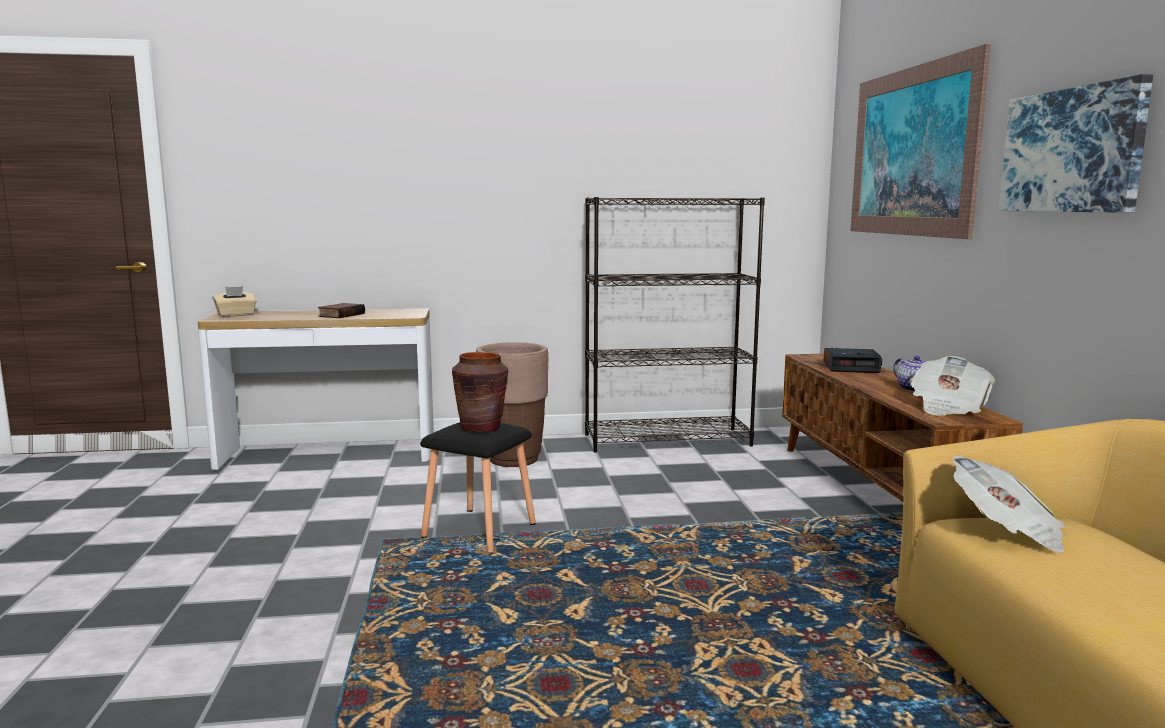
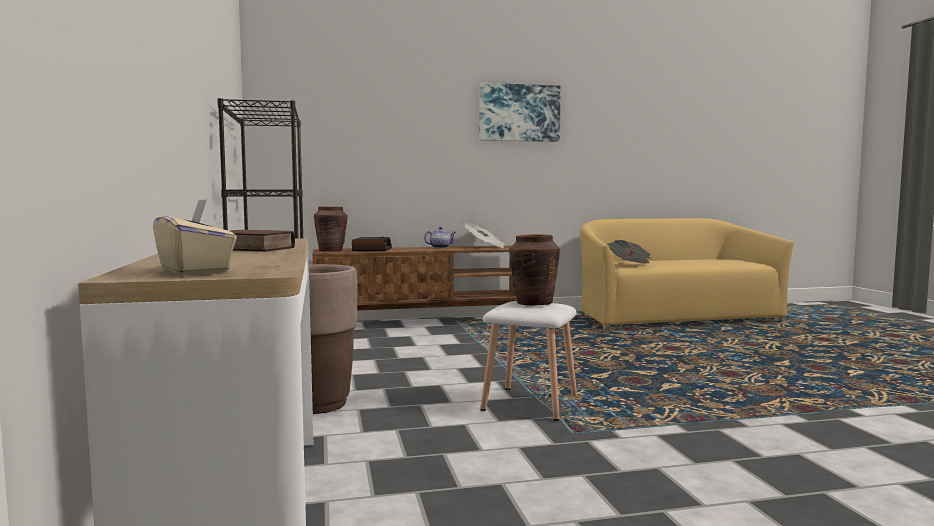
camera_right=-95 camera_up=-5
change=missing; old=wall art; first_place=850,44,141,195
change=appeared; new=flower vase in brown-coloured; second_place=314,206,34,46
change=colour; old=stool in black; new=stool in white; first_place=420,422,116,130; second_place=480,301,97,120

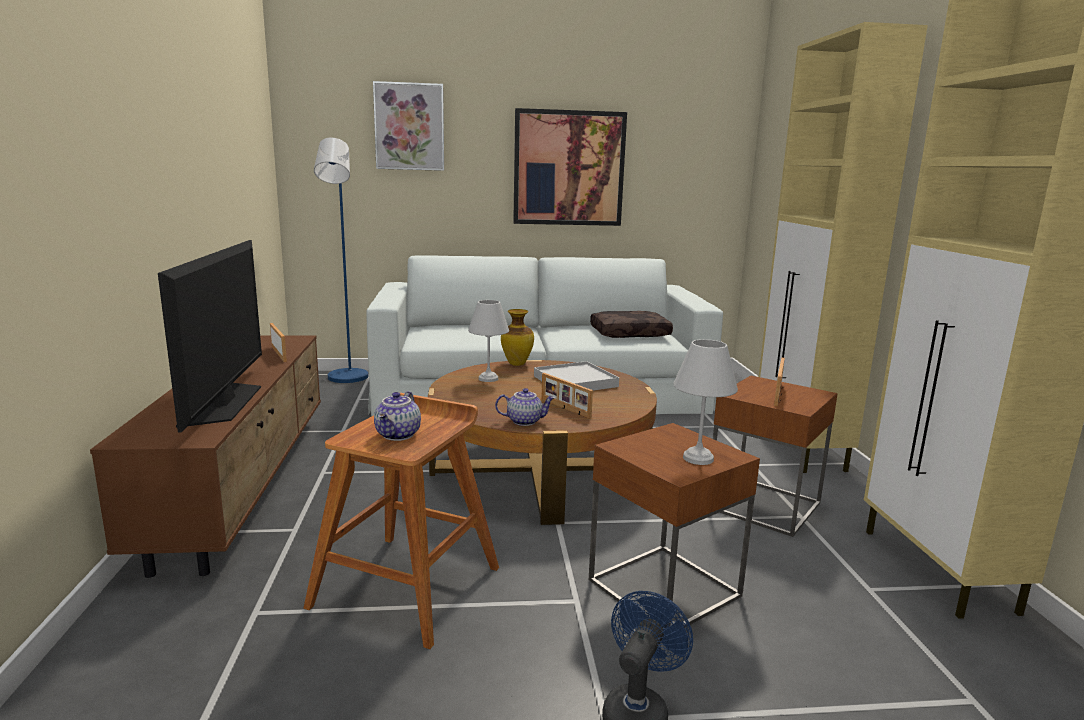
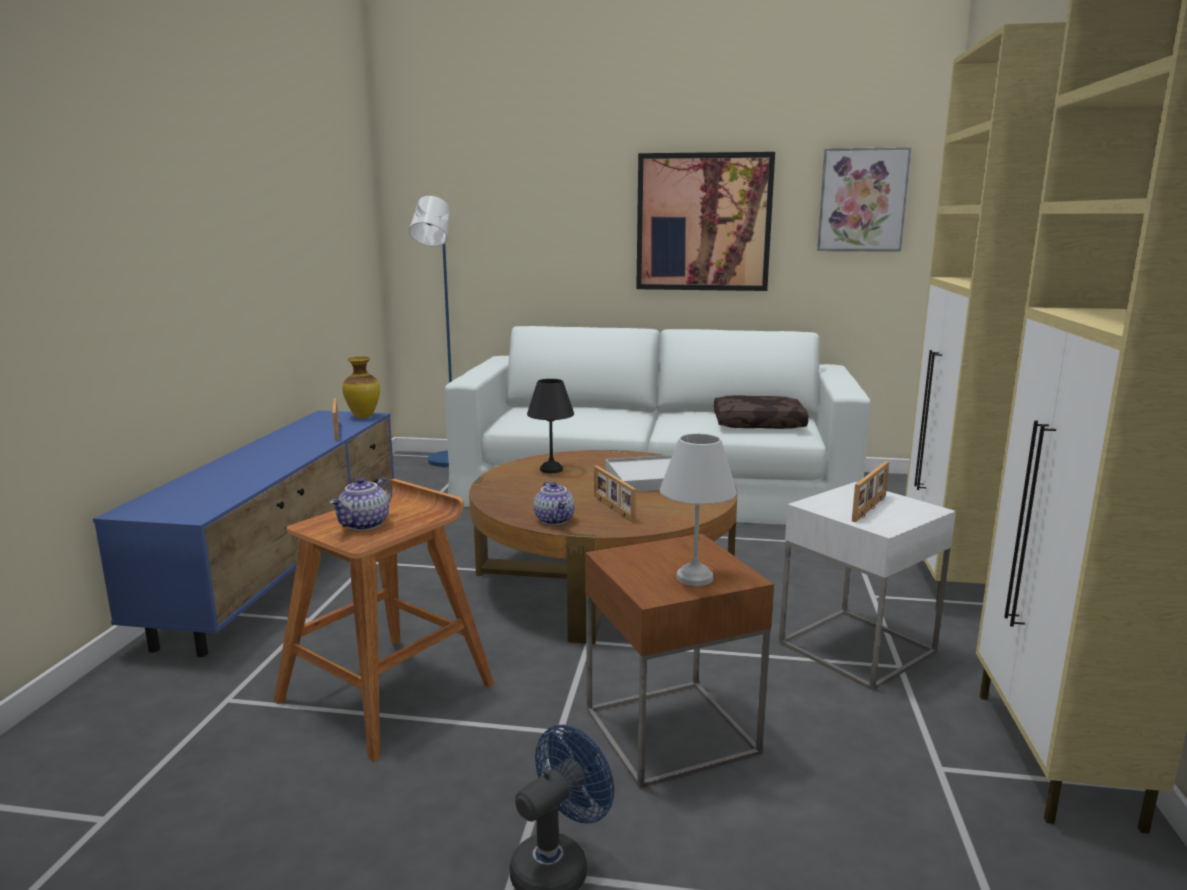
camera_right=15 camera_up=0
change=missing; old=television; first_place=158,240,104,192
change=relocated; old=wall art; first_place=373,81,71,90; second_place=817,147,95,105
change=relocated; old=flower vase; first_place=501,309,33,57; second_place=342,357,38,61
change=colour; old=media console in brown-coloured; new=media console in blue-coloured; first_place=90,335,231,243; second_place=93,410,301,247
change=colour; old=table lamp in white; new=table lamp in black; first_place=468,300,41,82; second_place=527,379,47,94
change=colour; old=accent table in brown-coloured; new=accent table in white; first_place=713,375,125,162; second_place=779,482,177,208
change=spun; old=tea pot; first_place=495,388,60,38; second_place=534,481,41,44; degrees=60

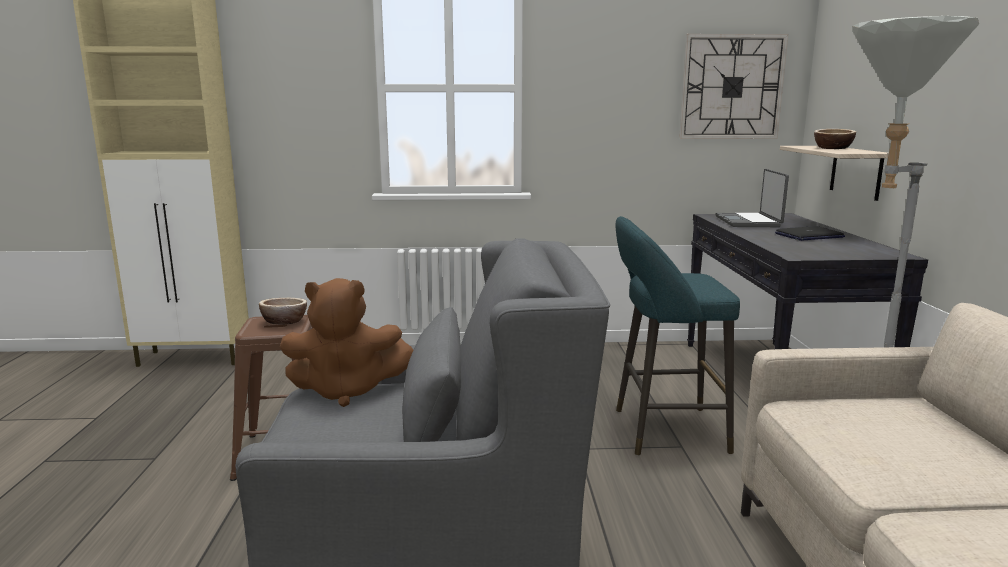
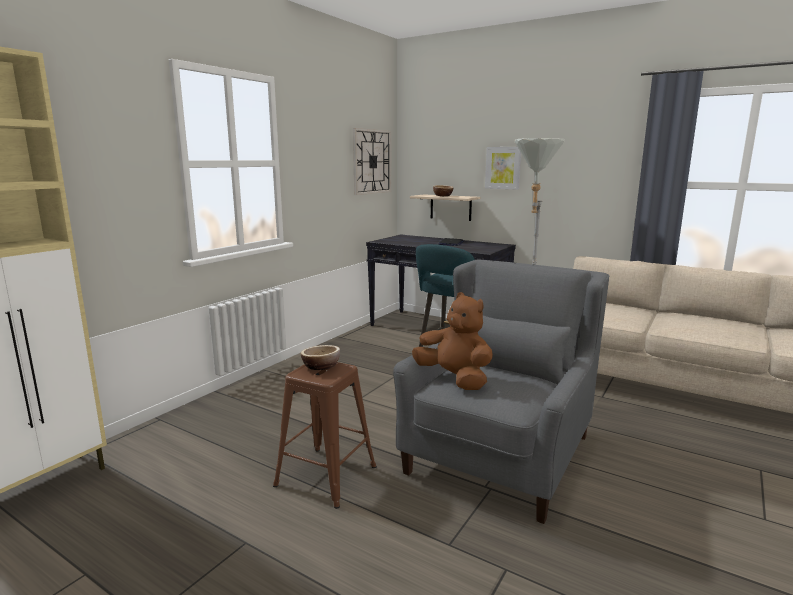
camera_right=-55 camera_up=0
change=missing; old=portable computer; first_place=715,169,74,58
change=appeared; new=wall art; second_place=485,147,36,43
change=spun; old=soft toy in brown-coloured; first_place=280,278,133,129; second_place=412,292,81,98; degrees=-75

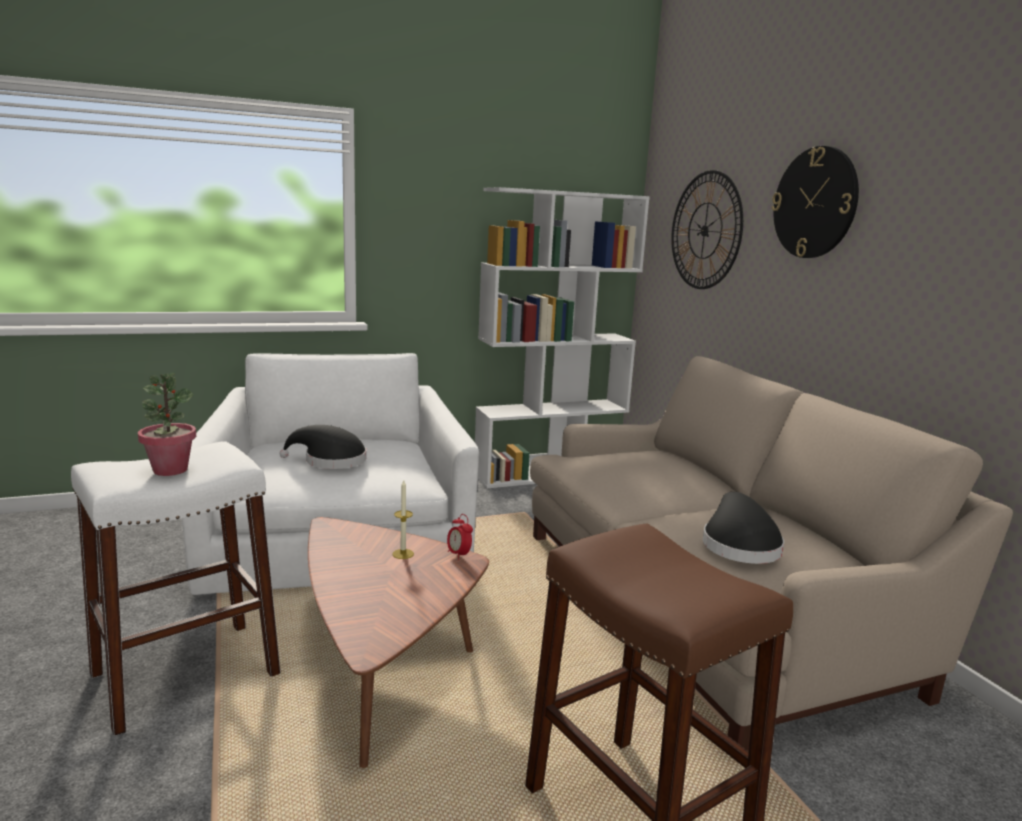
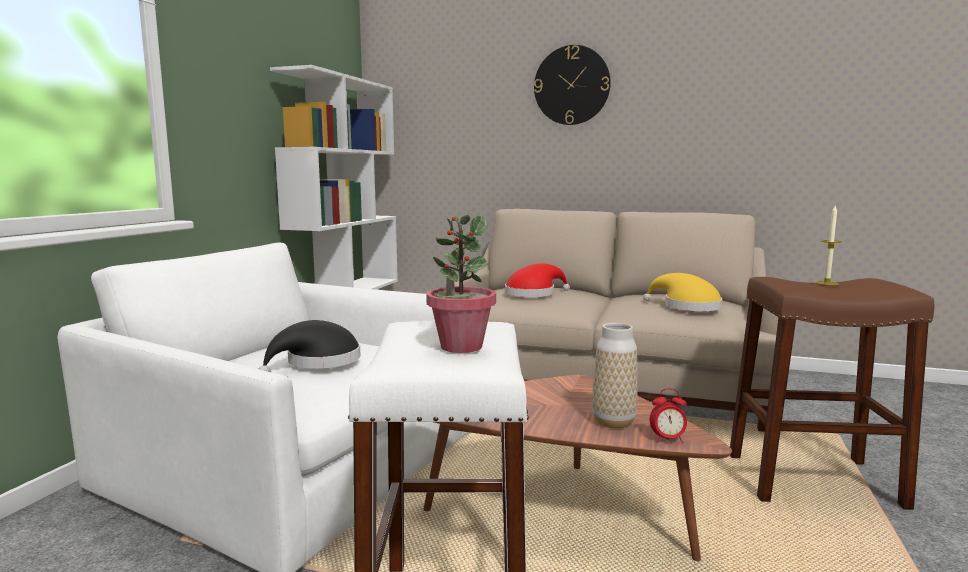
camera_right=-50 camera_up=-5
change=missing; old=clock on the wall; first_place=671,170,72,119
change=appeared; new=hat in red; second_place=505,263,65,34
change=appeared; new=flower vase; second_place=592,323,46,105
change=relocated; old=wax light; first_place=392,480,22,79; second_place=815,206,27,79
change=relocated; old=bedside clock; first_place=447,514,26,46; second_place=650,388,37,55
change=colour; old=hat in black; new=hat in yellow; first_place=703,492,81,72; second_place=643,273,80,38

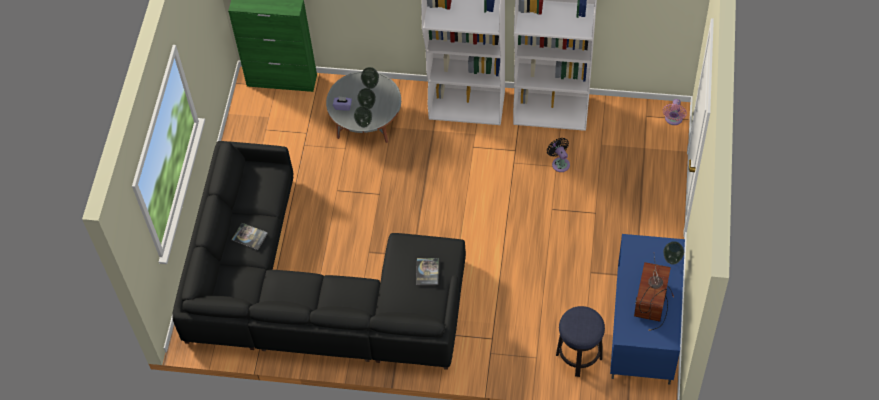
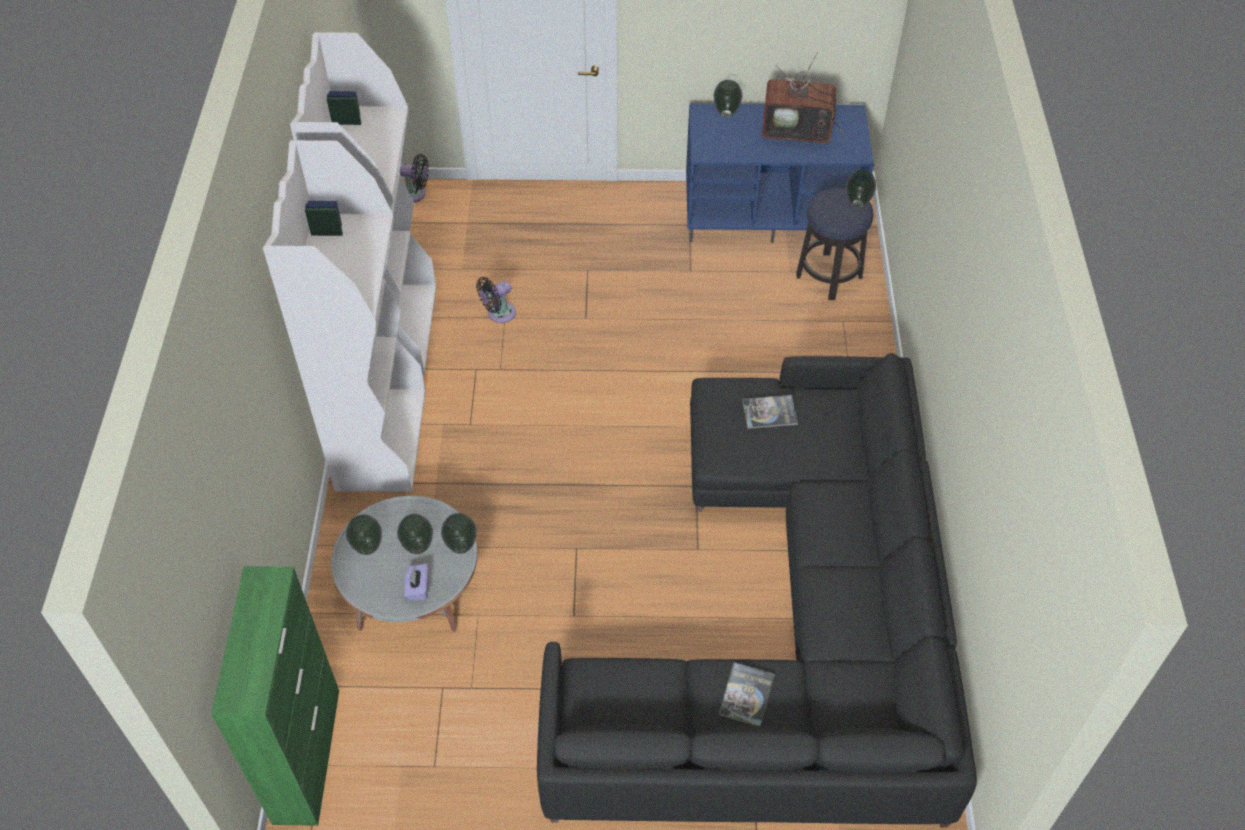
camera_right=-100 camera_up=-5
change=appeared; new=flower vase; second_place=846,170,30,38
change=colour; old=fan in pink-coloured; new=fan in black; first_place=663,99,24,26; second_place=400,154,28,49

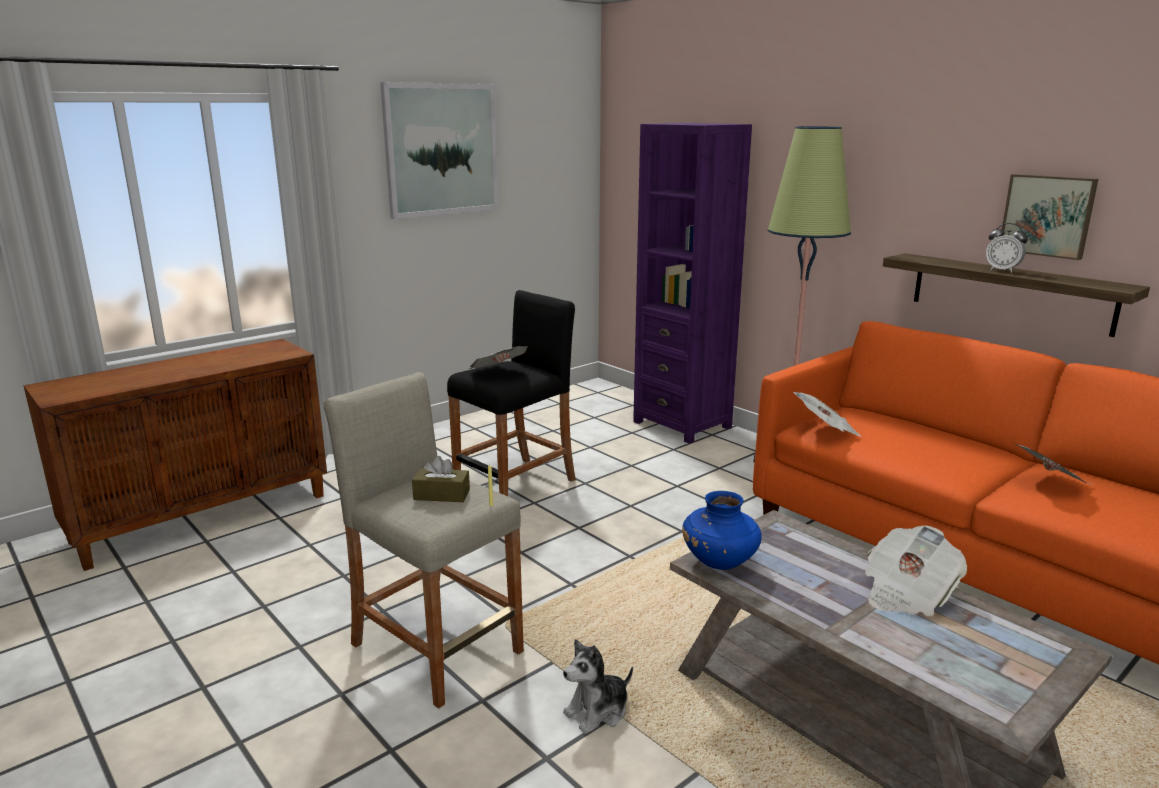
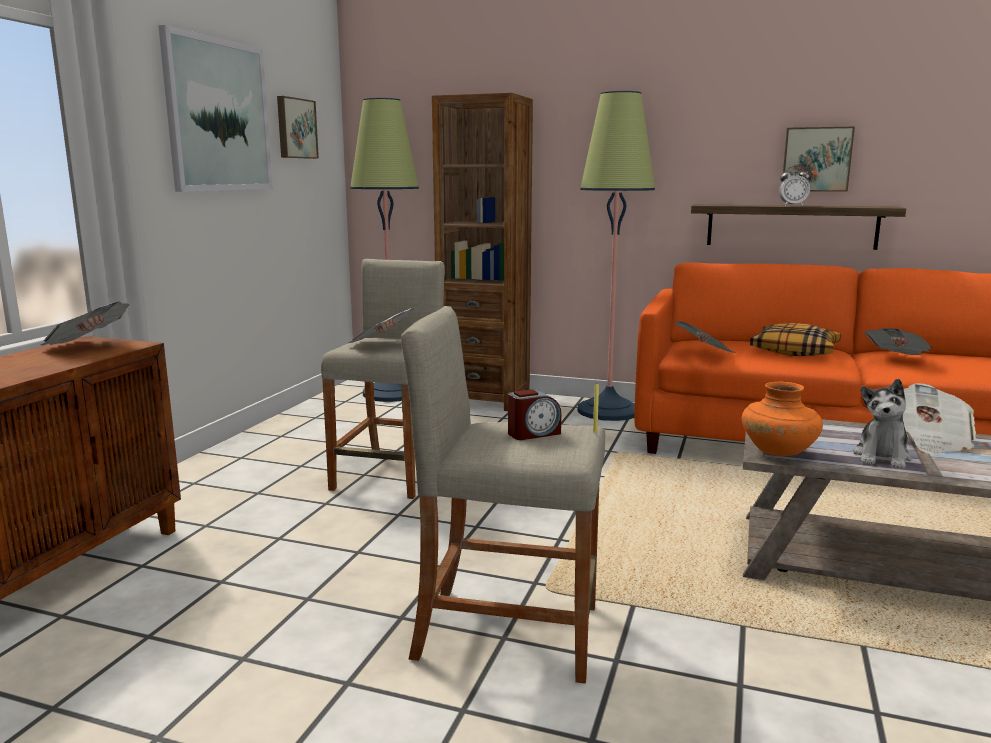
camera_right=-30 camera_up=-5
change=appeared; new=newspaper; second_place=41,302,88,44
change=appeared; new=wall art; second_place=277,96,42,63
change=appeared; new=standard lamp; second_place=350,98,69,304
change=appeared; new=cushion; second_place=750,323,91,33
change=relocated; old=soft toy; first_place=563,639,70,95; second_place=853,379,59,90
change=exchanged; old=tissue box in brown-coloured; new=bedside clock; first_place=412,456,58,46; second_place=508,389,53,51
change=colour; old=stool in black; new=stool in beige; first_place=447,290,129,206; second_place=321,259,124,240
change=colour; old=shelving unit in purple-coloured; new=shelving unit in brown-coloured; first_place=633,123,119,321; second_place=432,93,101,318
change=colour; old=flower vase in blue-coloured; new=flower vase in orangey; first_place=682,491,80,79; second_place=742,382,81,74

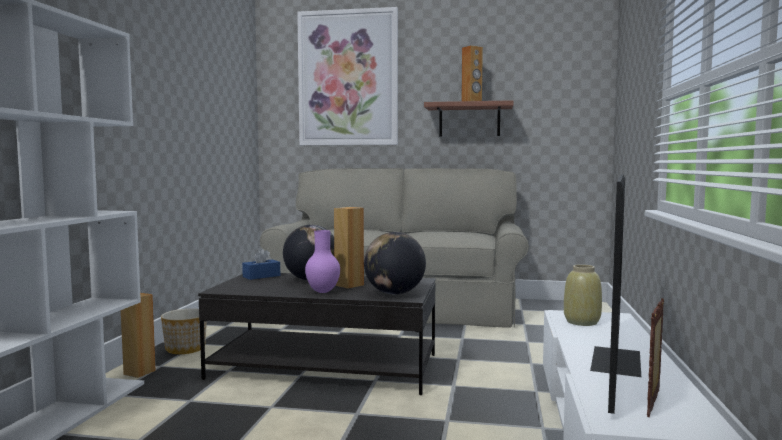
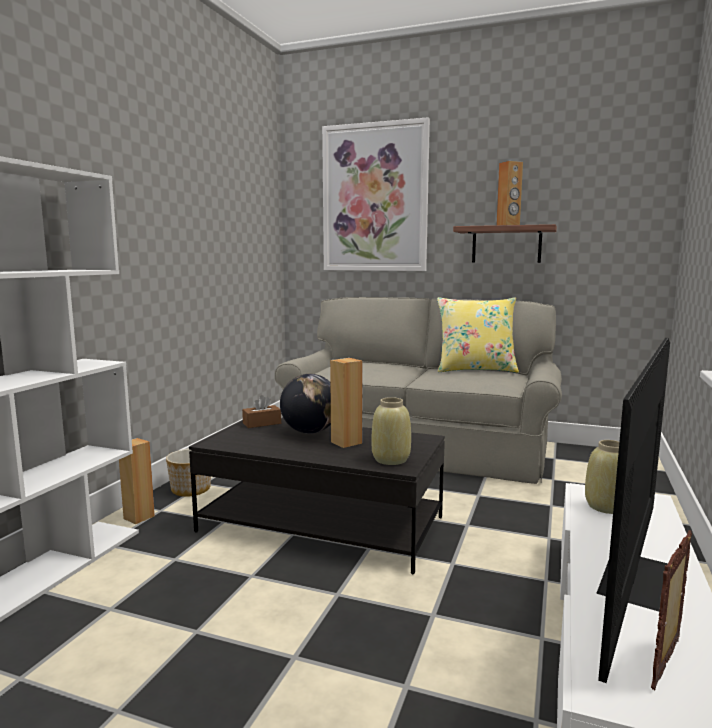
camera_right=10 camera_up=5
change=missing; old=flower vase in purple-coloured; first_place=305,230,35,63
change=appeared; new=cushion in yellow; second_place=437,297,82,76
change=exchanged; old=globe; new=flower vase in beige; first_place=364,232,62,63; second_place=371,397,40,68
change=colour; old=tissue box in blue-coloured; new=tissue box in brown-coloured; first_place=242,249,38,31; second_place=242,395,39,33

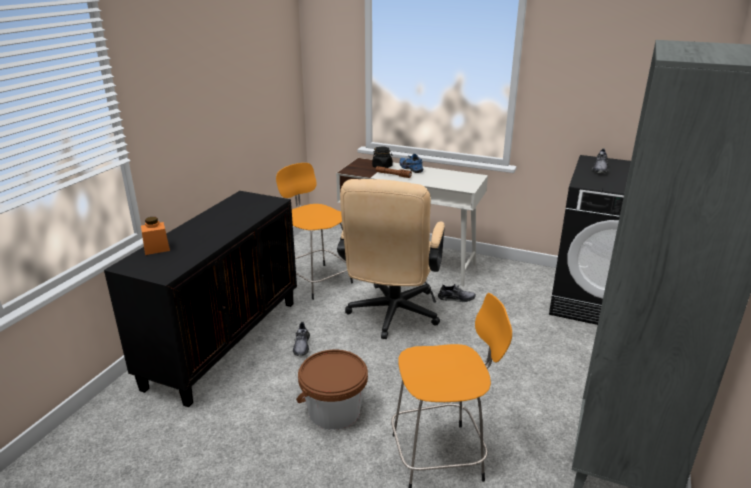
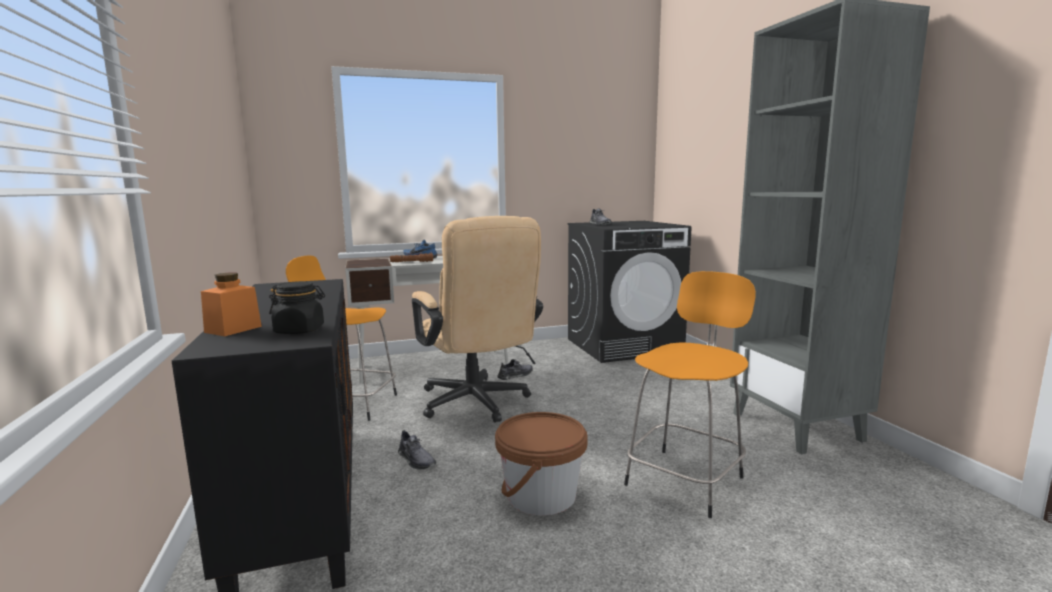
camera_right=-40 camera_up=-15
change=relocated; old=storage jar in black; first_place=372,147,21,21; second_place=269,281,56,53

